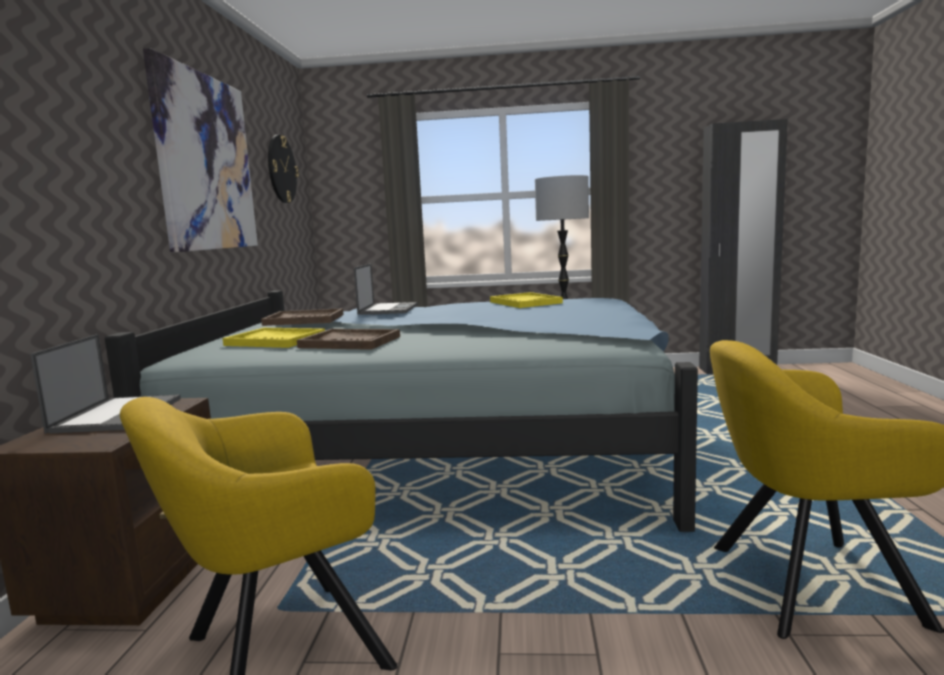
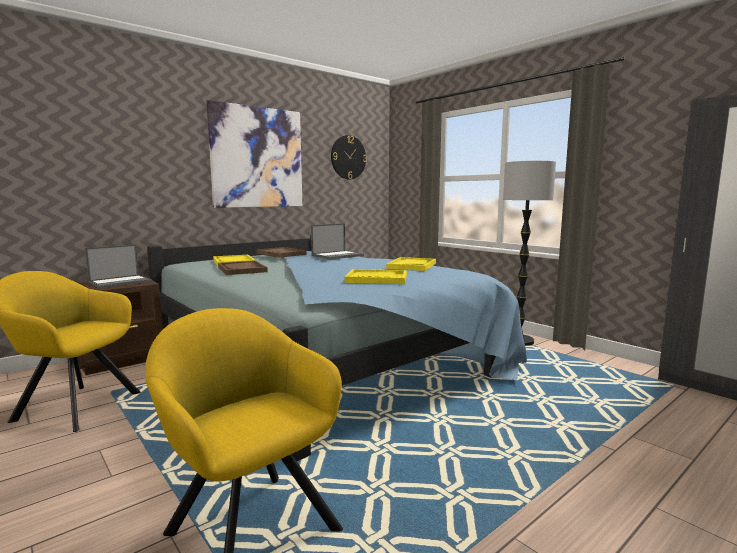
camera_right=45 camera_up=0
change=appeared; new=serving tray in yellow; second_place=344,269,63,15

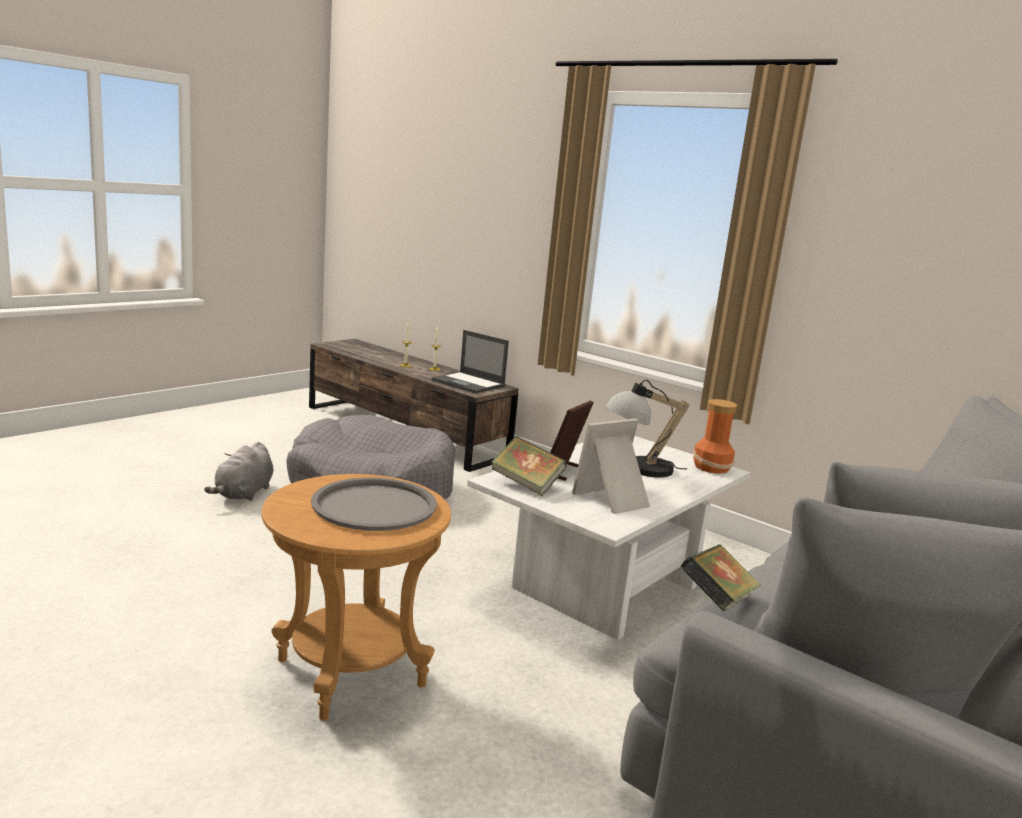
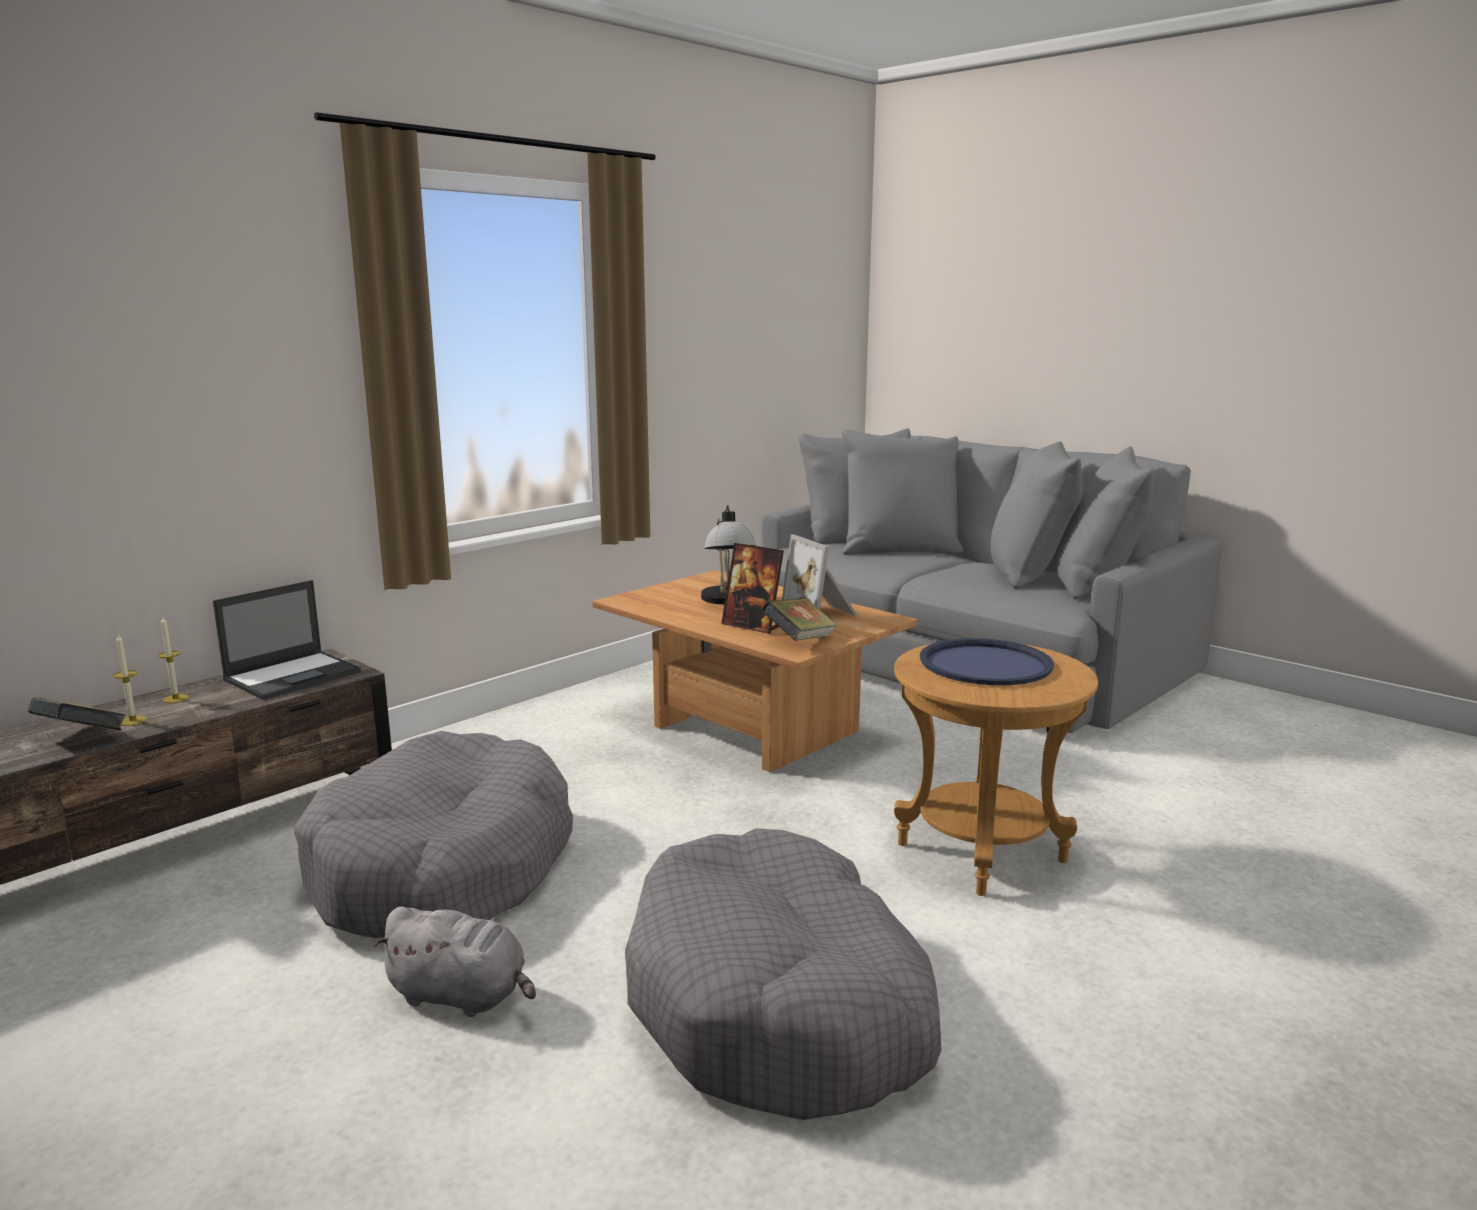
camera_right=-85 camera_up=0
change=missing; old=flower vase; first_place=693,399,45,75
change=appeared; new=dog cushion in gray; second_place=625,828,316,292
change=relocated; old=bound book; first_place=681,545,80,67; second_place=28,697,98,33
change=colour; old=serving tray in gray; new=serving tray in blue-coloured; first_place=311,477,126,54; second_place=920,638,134,47
change=colour; old=low table in white; new=low table in brown-coloured; first_place=467,436,283,204; second_place=592,570,326,202

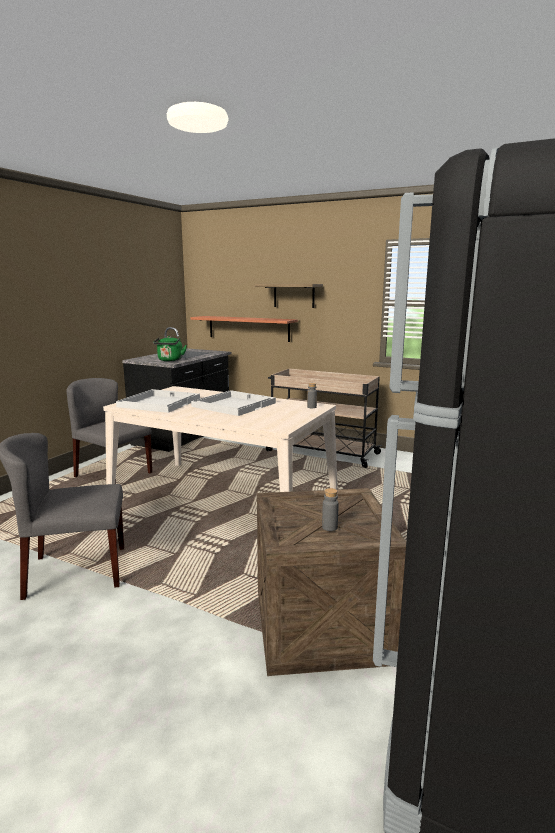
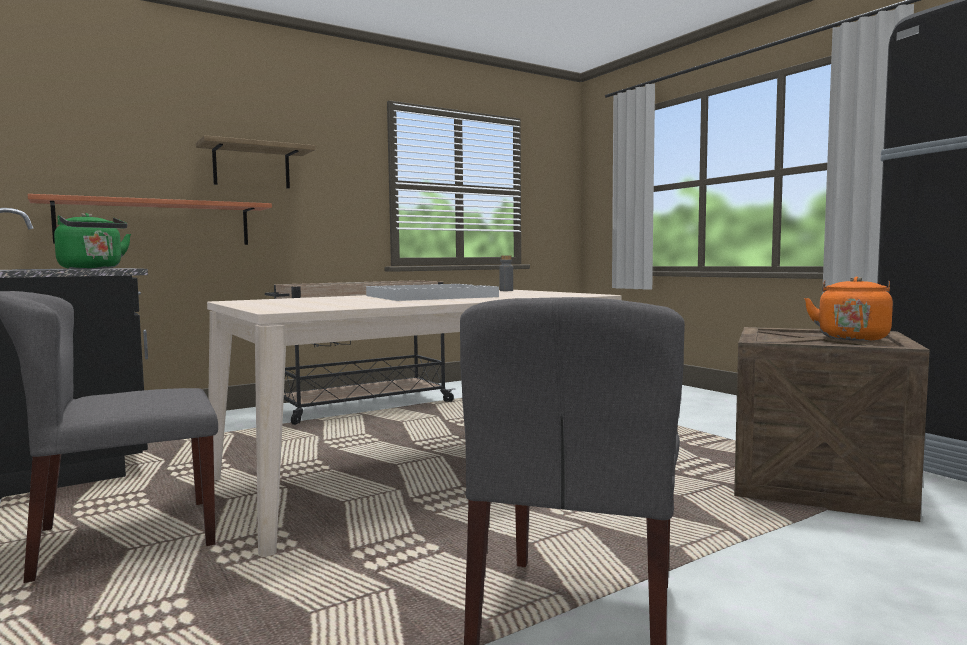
camera_right=-60 camera_up=-10
change=missing; old=serving tray in white; first_place=116,389,84,24
change=exchanged; old=bottle in gray; new=water kettle in orangey; first_place=322,488,17,43; second_place=804,277,89,64

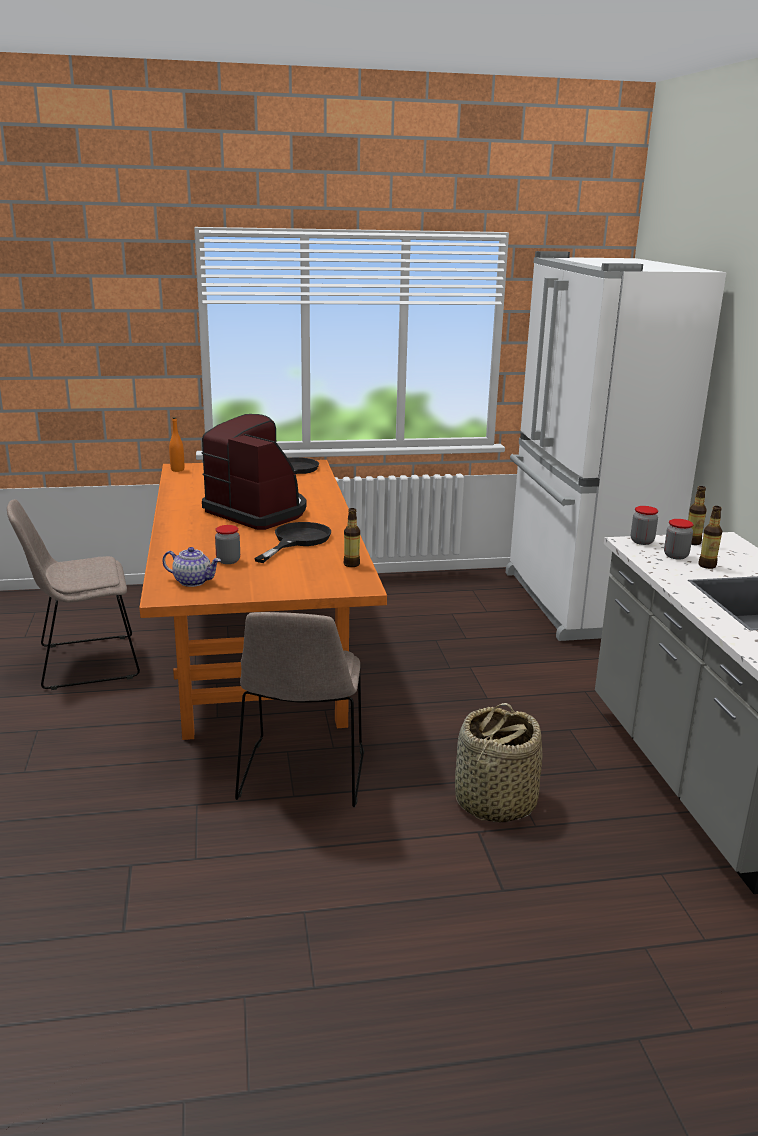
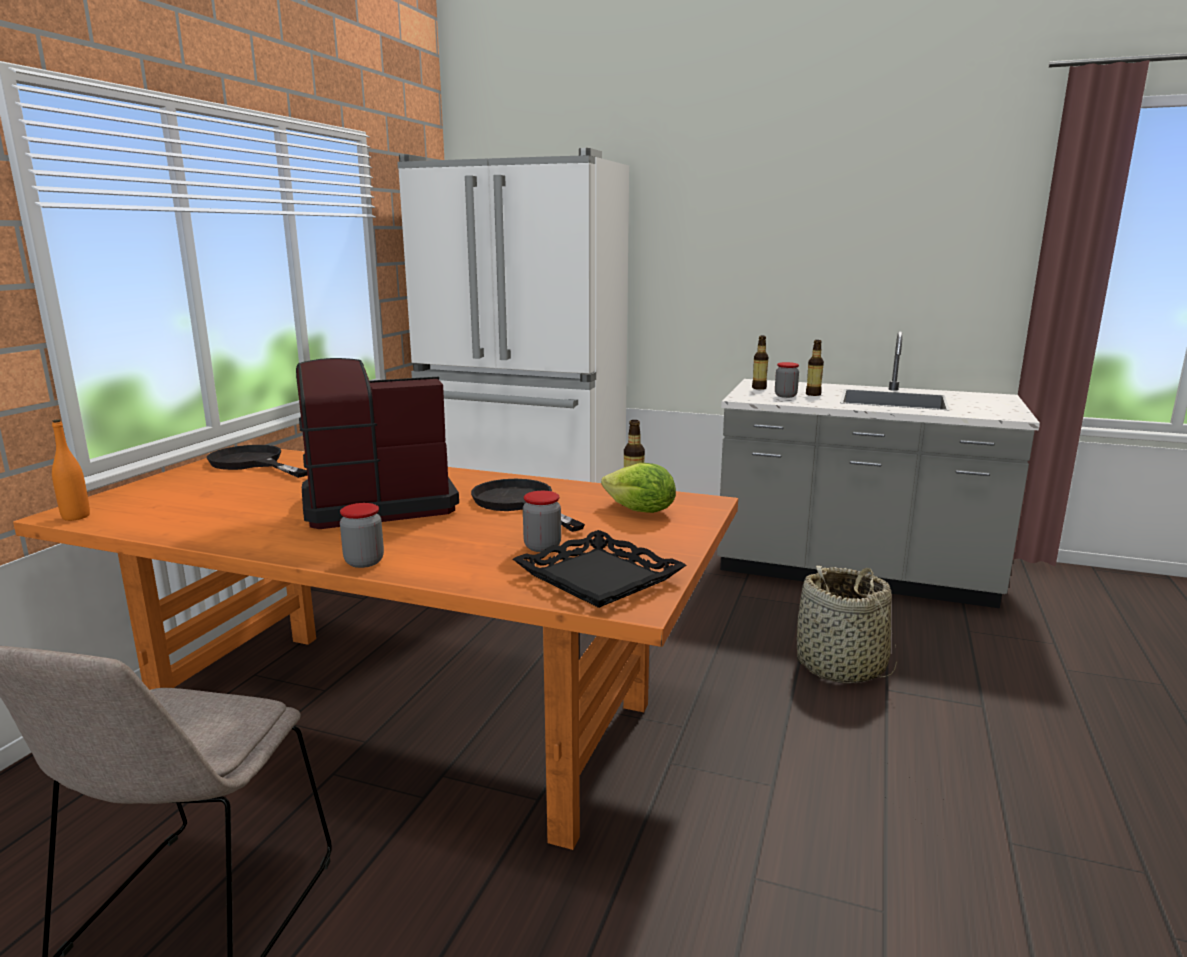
camera_right=-60 camera_up=-5
change=missing; old=plain chair in beige; first_place=235,612,129,195
change=appeared; new=head of lettuce; second_place=601,463,75,50
change=relocated; old=storage jar; first_place=631,506,27,39; second_place=340,503,44,65
change=exchanged; old=tea pot; new=serving tray in black; first_place=162,547,59,40; second_place=513,530,173,78

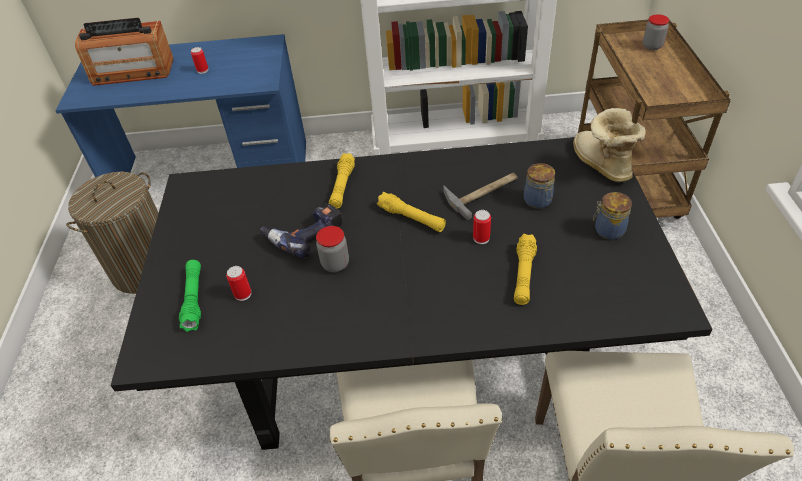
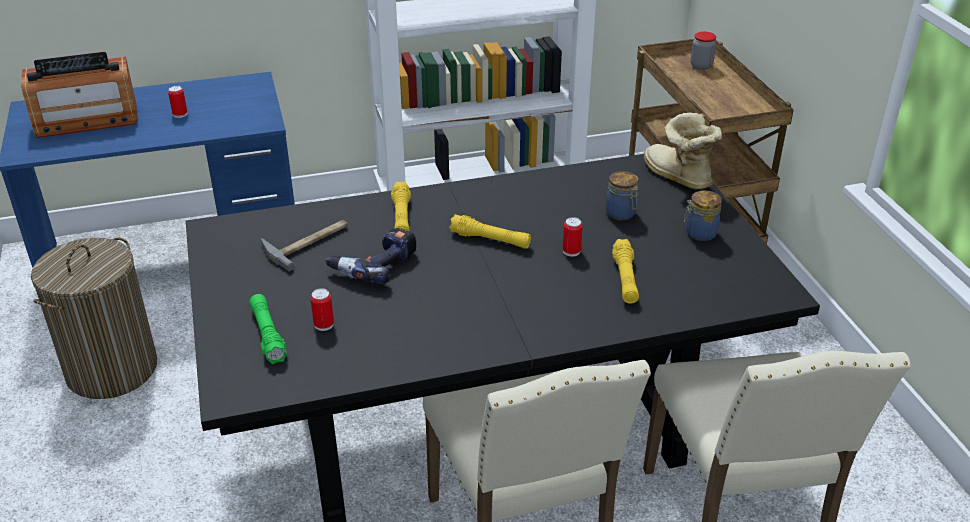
camera_right=-15 camera_up=-10
change=missing; old=storage jar; first_place=316,226,33,46
change=relocated; old=hammer; first_place=443,173,75,47; second_place=261,220,87,52

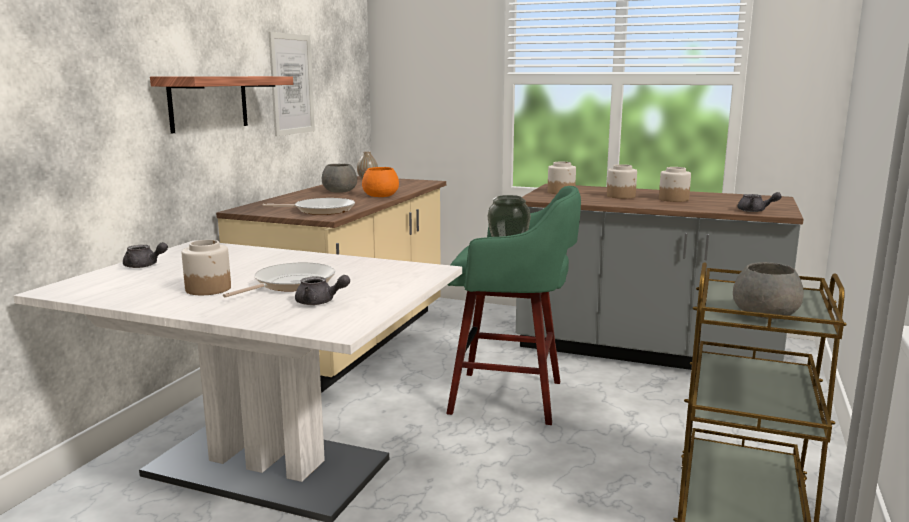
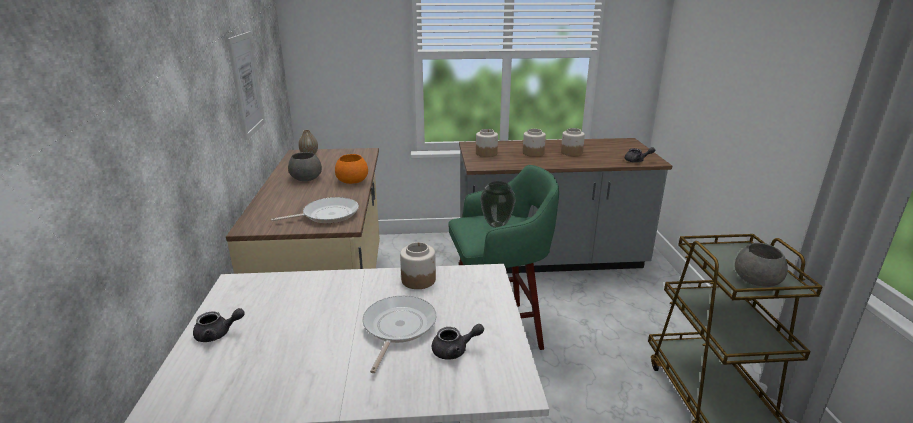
camera_right=-25 camera_up=10
change=missing; old=bracket shelf; first_place=150,76,143,57
change=relocated; old=storage jar; first_place=182,240,49,55; second_place=400,242,36,47

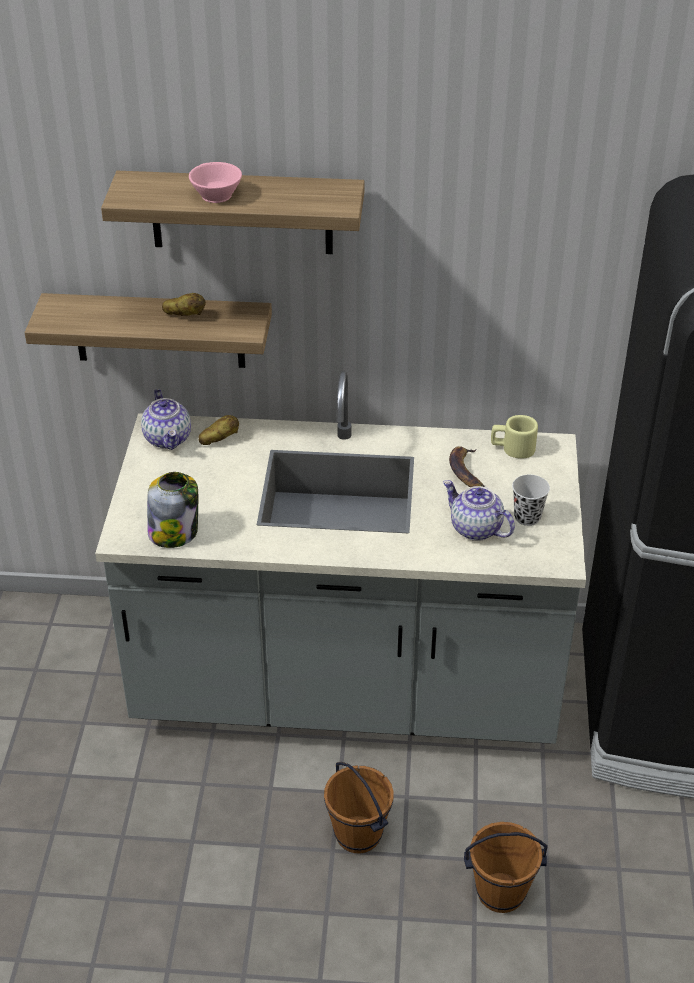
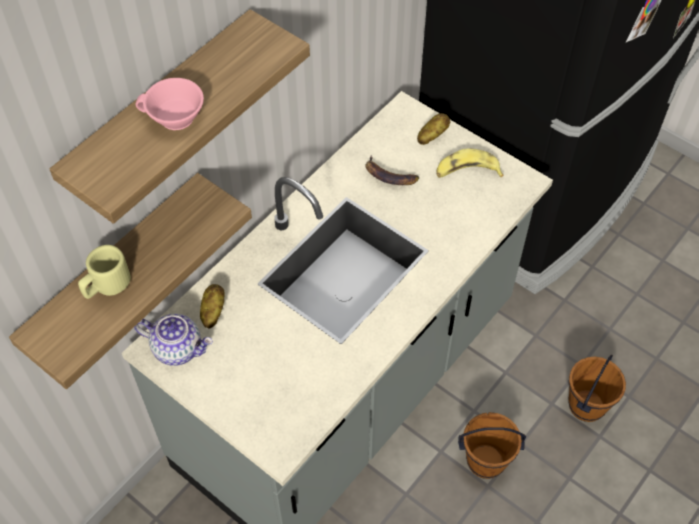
camera_right=-55 camera_up=15
change=missing; old=storage jar; first_place=147,472,51,76
change=missing; old=tea pot; first_place=443,480,72,61
change=relocated; old=potato; first_place=162,293,44,23; second_place=417,113,33,32
change=relocated; old=tea mug in beige; first_place=491,415,47,44; second_place=78,245,53,54
change=exchanged; old=drinking cup in black; new=banana; first_place=512,475,38,51; second_place=436,149,68,29

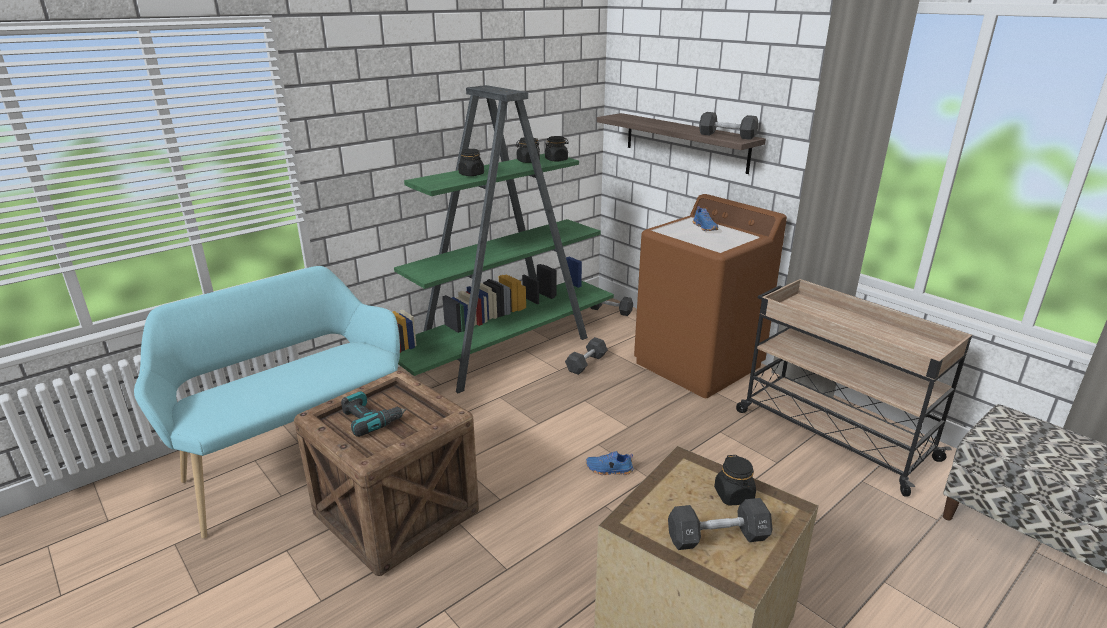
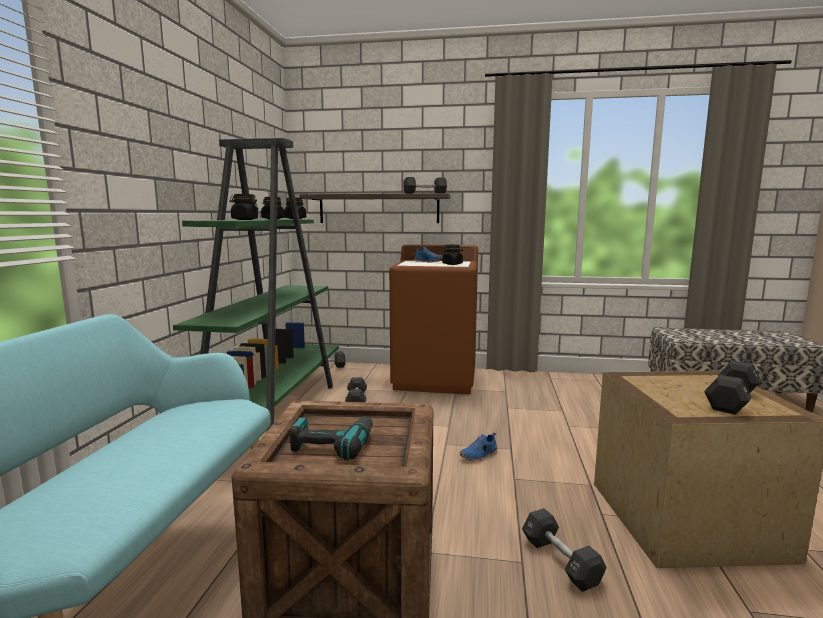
camera_right=-40 camera_up=-15
change=missing; old=cart in beige; first_place=736,279,236,218
change=appeared; new=dumbbell in black; second_place=522,508,85,84
change=relocated; old=storage jar in black; first_place=714,455,42,50; second_place=442,244,21,21

